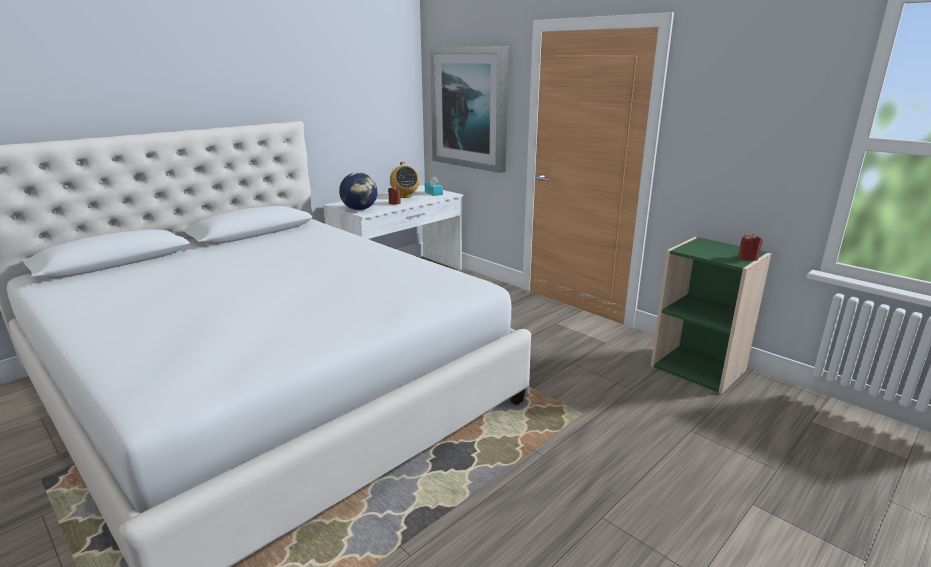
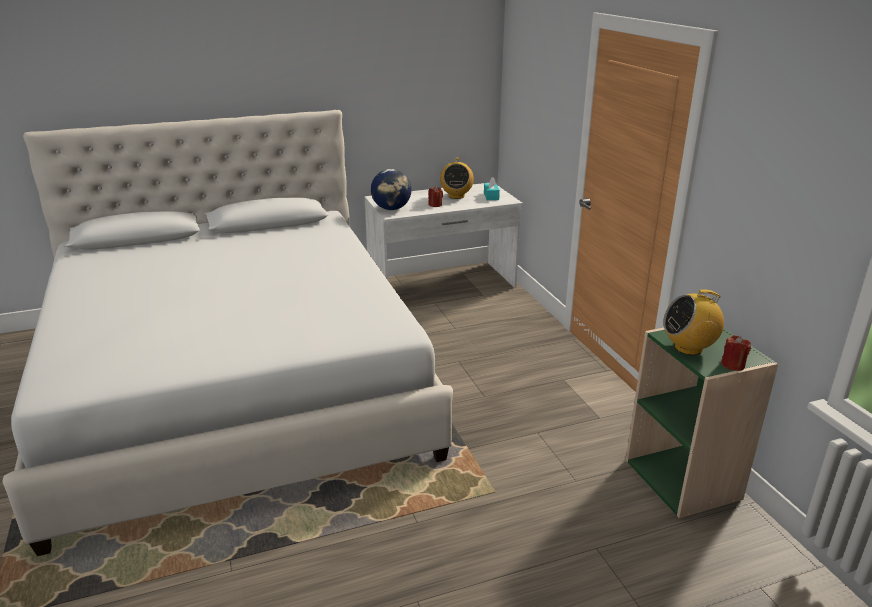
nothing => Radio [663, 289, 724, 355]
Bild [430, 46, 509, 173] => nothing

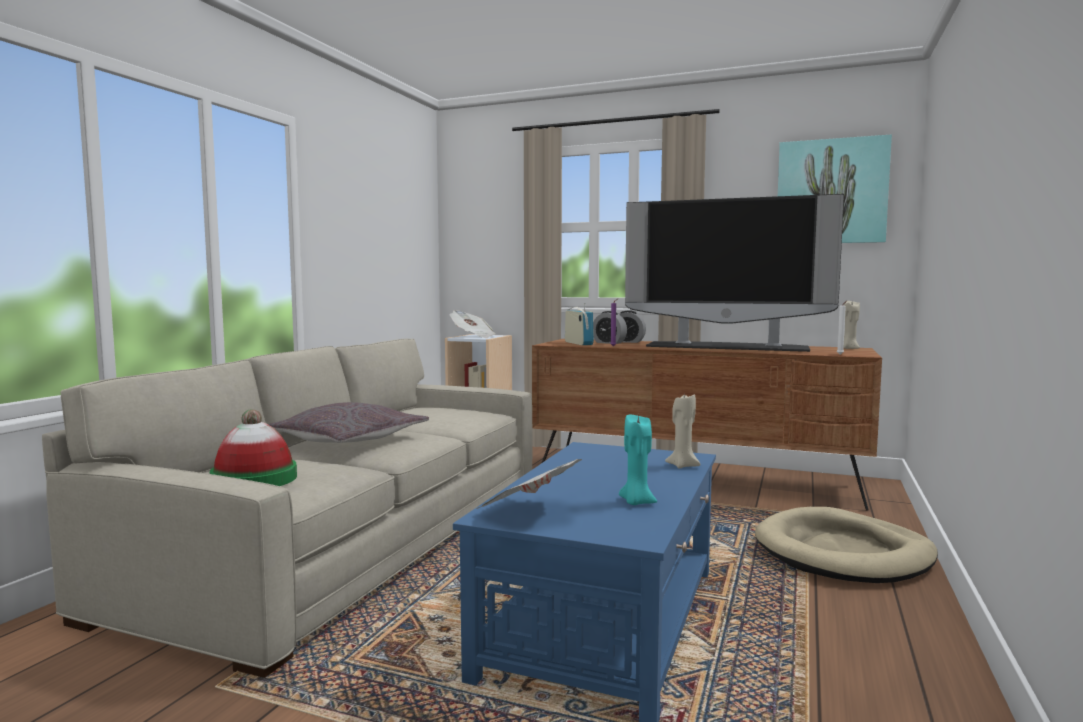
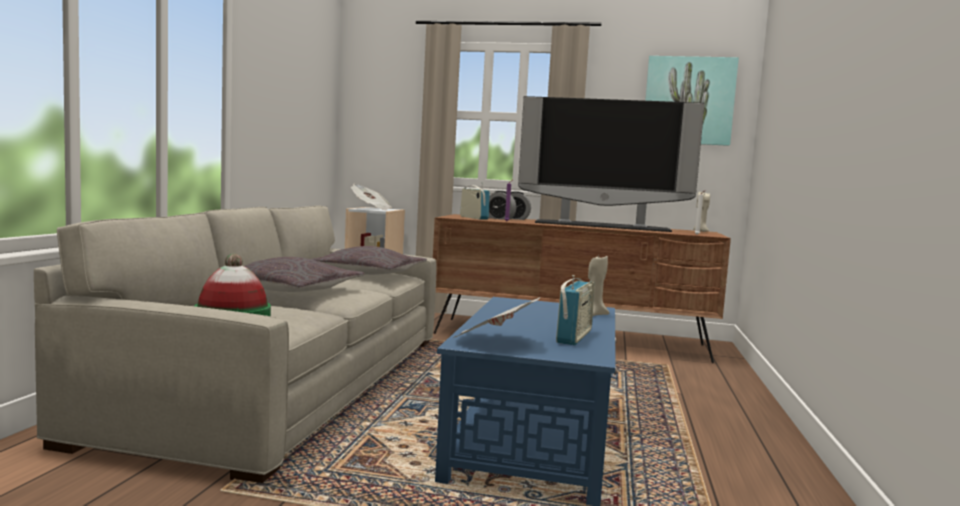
nothing => Kissen (grau) [311, 246, 427, 275]
Kerze (türkis) [619, 414, 657, 505] => Radio [556, 275, 595, 345]
Hundebett (beige) [755, 507, 938, 583] => nothing

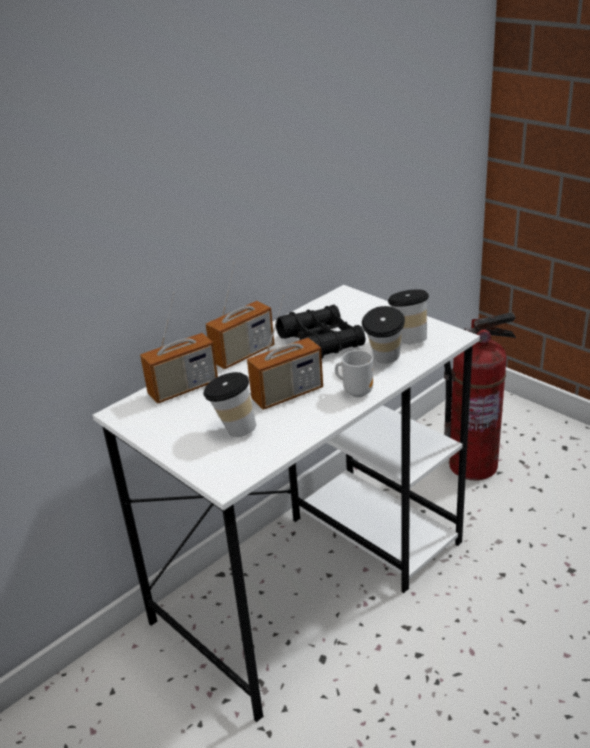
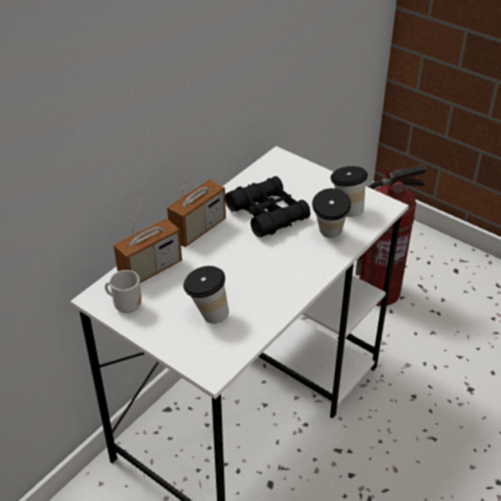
Henkelbecher [335, 350, 373, 397] => Henkelbecher [105, 270, 142, 313], shifted
Radio [247, 295, 323, 410] => nothing

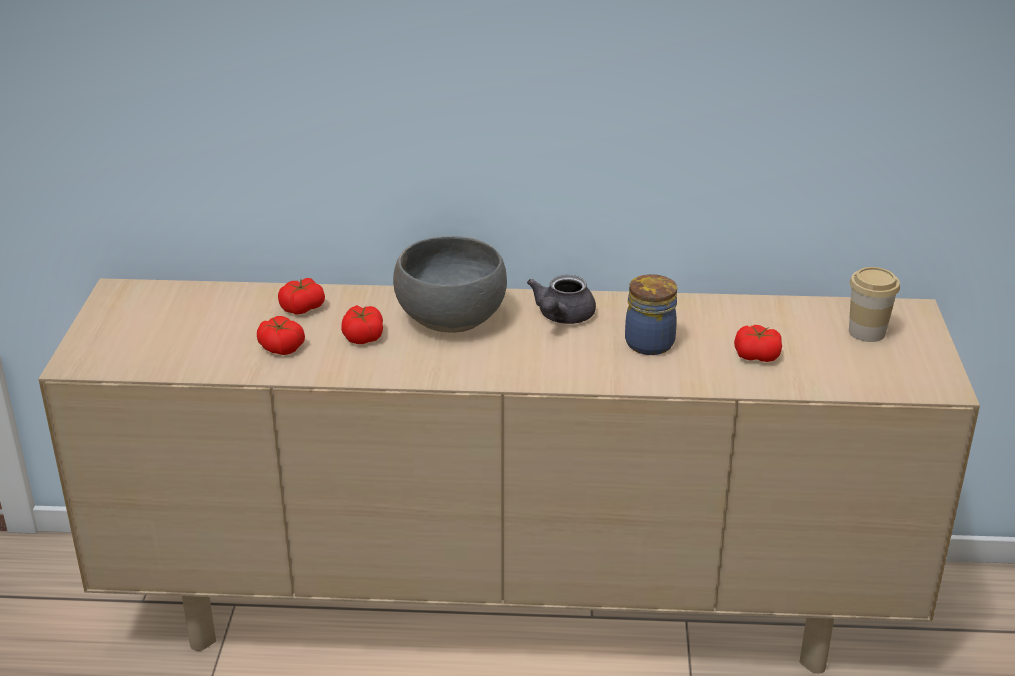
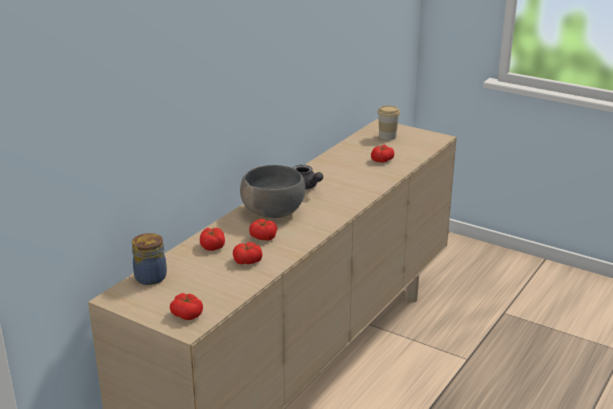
Vorratsglas [625, 274, 677, 355] => Vorratsglas [132, 233, 167, 285], shifted
nothing => Tomate [170, 293, 203, 320]

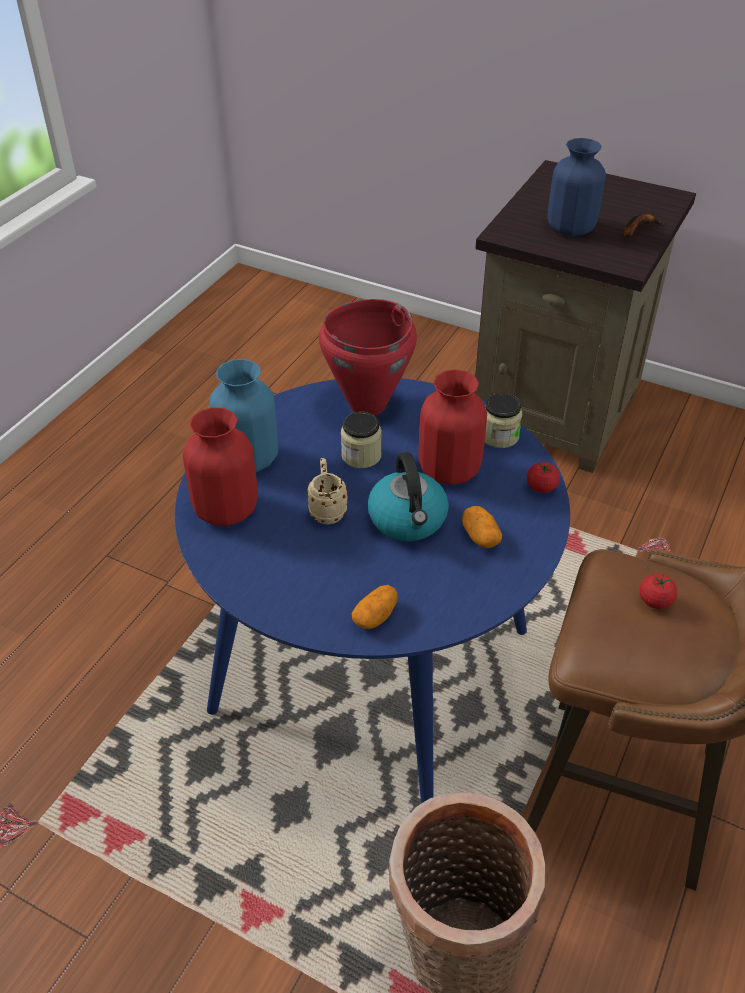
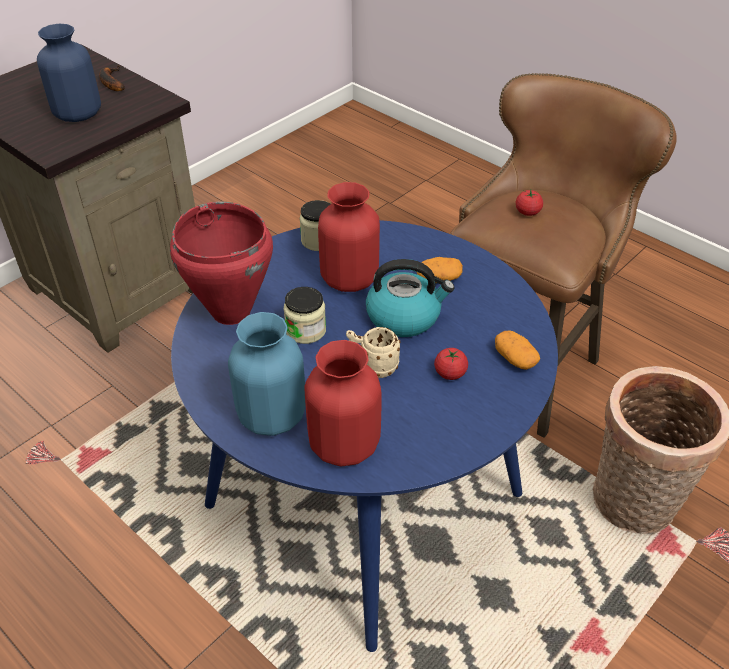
Tomate [527, 462, 560, 493] => Tomate [434, 348, 468, 380], shifted

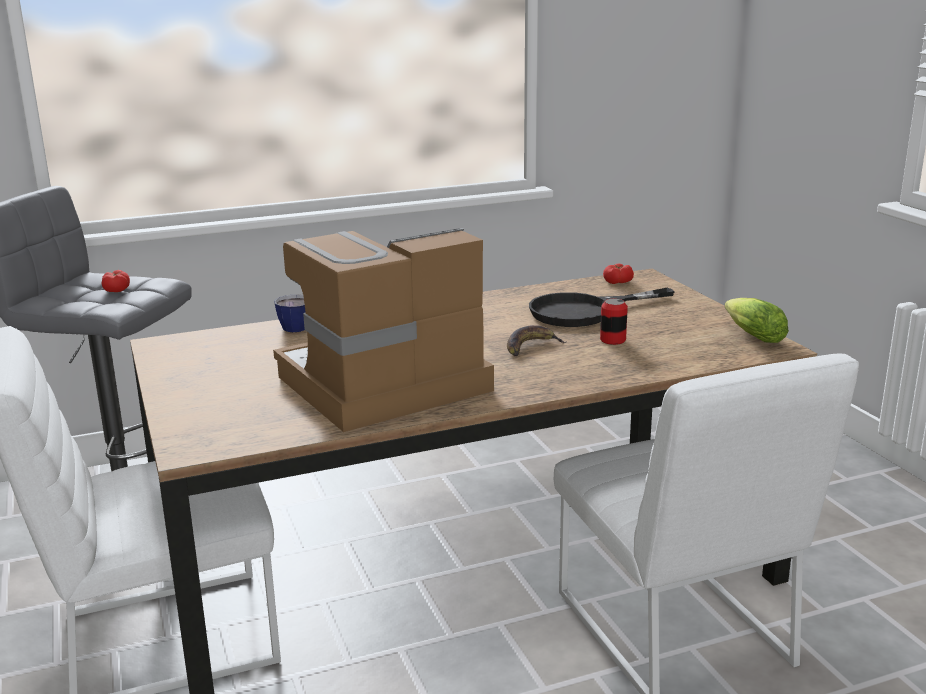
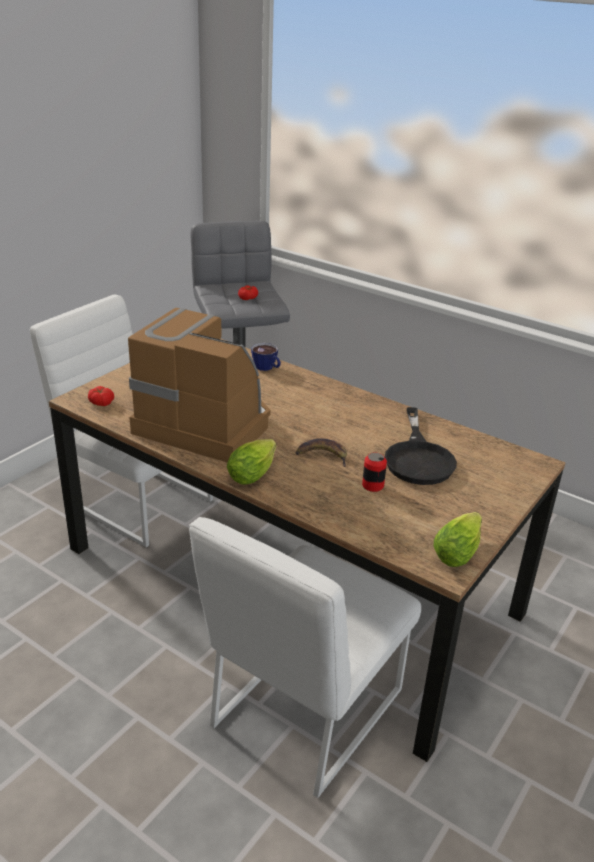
Tomate [603, 263, 634, 284] => Tomate [88, 386, 114, 406], shifted
nothing => Salatkopf [227, 439, 276, 485]
Pfanne (schwarz) [529, 288, 675, 327] => Pfanne (schwarz) [385, 407, 457, 485], 120 degrees counterclockwise

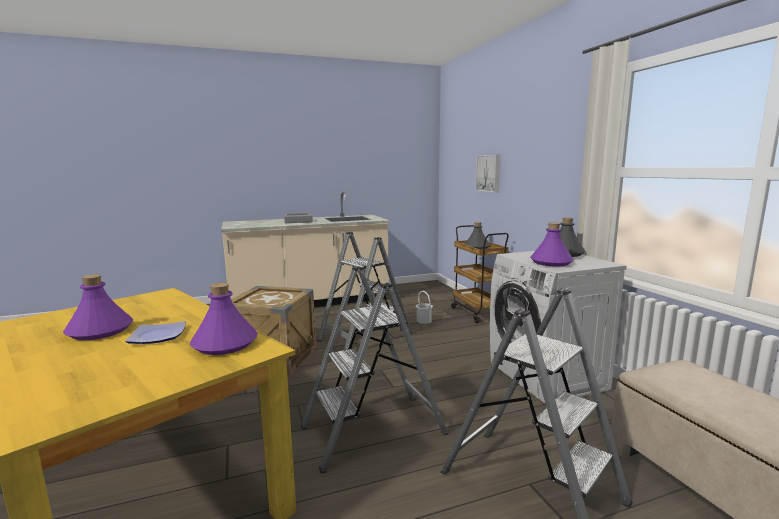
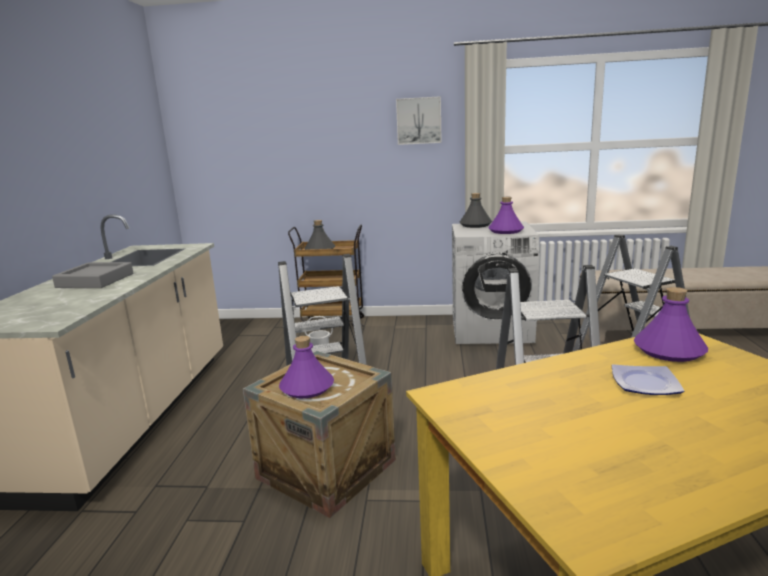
Flasche (lila) [63, 275, 133, 340] => Flasche (lila) [279, 336, 334, 398], shifted
Bild [476, 155, 500, 192] => Bild [396, 96, 442, 145], shifted

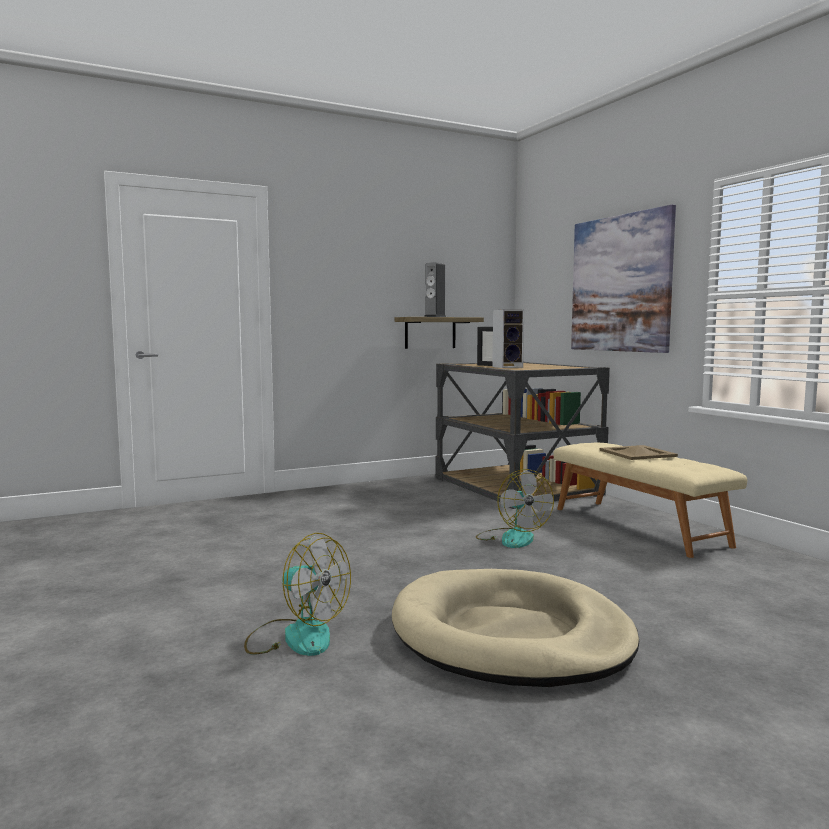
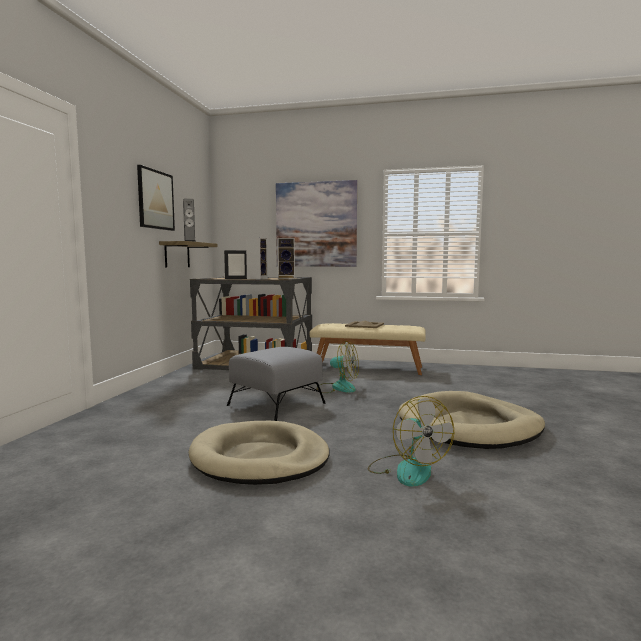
nothing => Bild [137, 165, 175, 231]
nothing => Hundebett (beige) [189, 421, 330, 485]
nothing => Polsterhocker (grau) [227, 347, 326, 421]
nothing => Lautsprecher [277, 238, 295, 279]
Ventilator [244, 533, 351, 656] => Ventilator [368, 396, 454, 487], 90 degrees clockwise

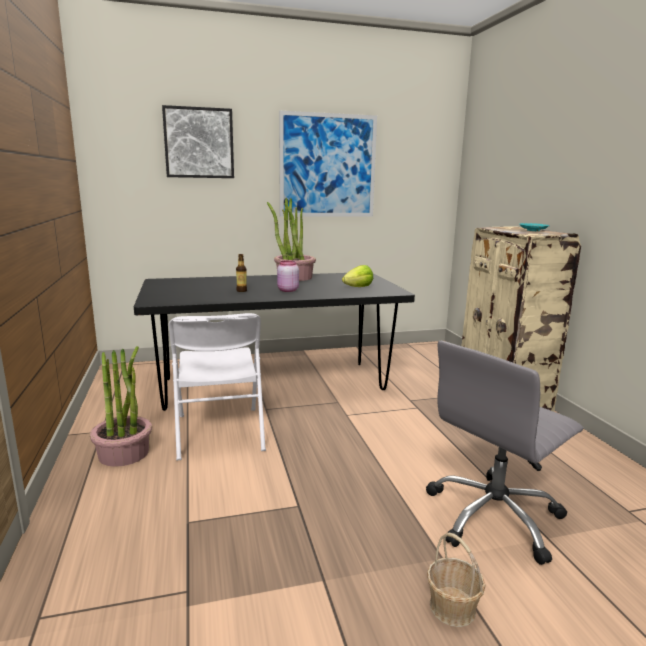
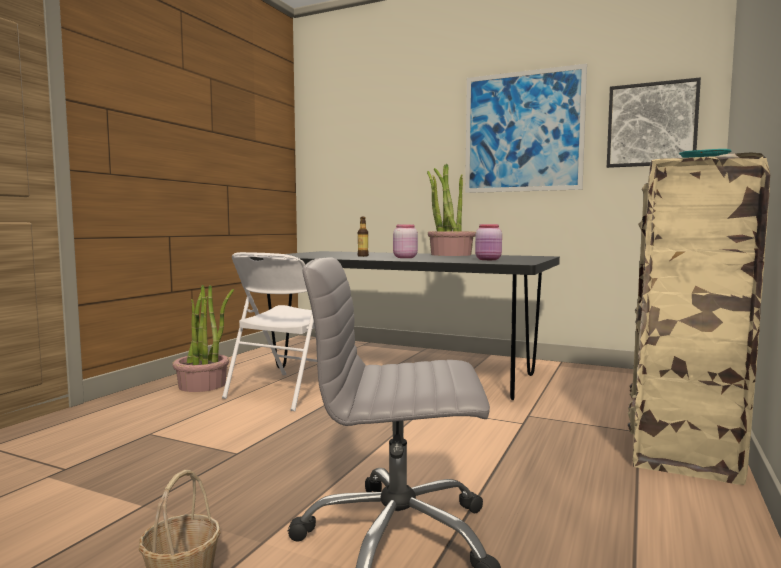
Salatkopf [342, 265, 373, 287] => Vorratsglas (rosa) [475, 224, 502, 260]
Bild [162, 105, 234, 178] => Bild [607, 77, 701, 168], shifted

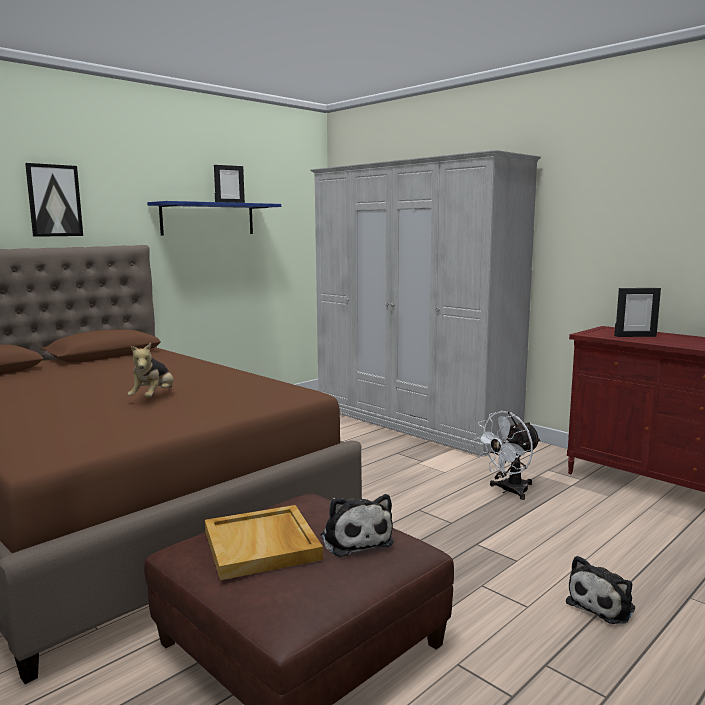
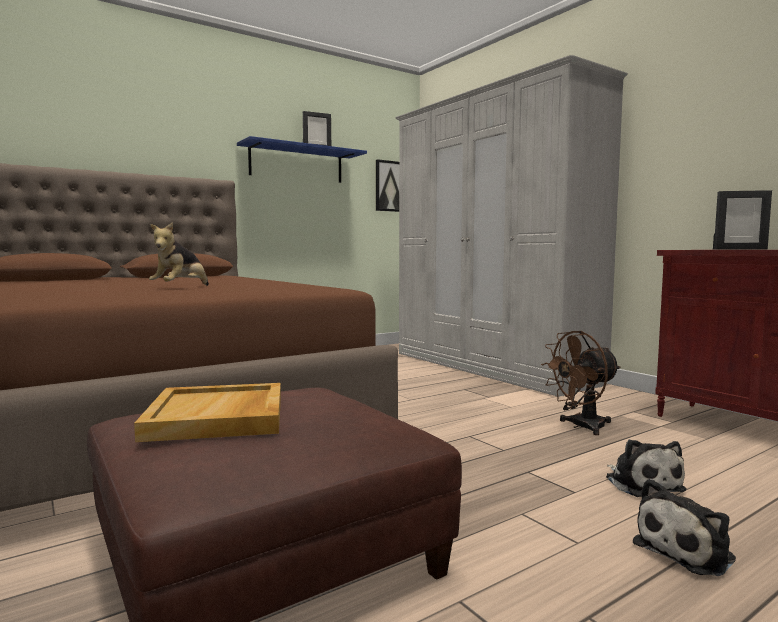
Bild [25, 163, 83, 237] => Bild [376, 159, 399, 212], shifted
Ventilator (weiß) [474, 411, 541, 500] => Ventilator (braun) [541, 331, 621, 435]
Plüschtier [321, 494, 393, 557] => Plüschtier [606, 439, 687, 497], shifted

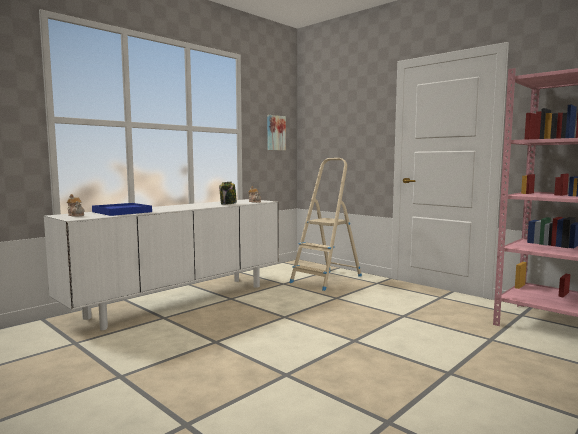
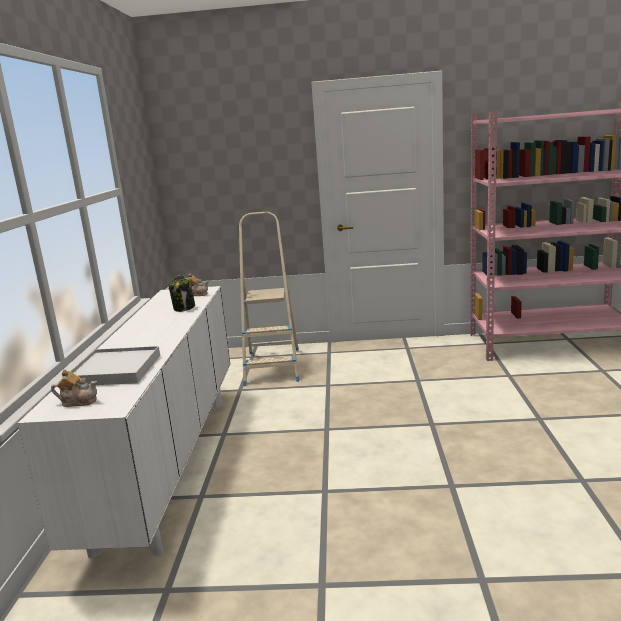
Tablett (blau) [92, 203, 152, 216] => Tablett (weiß) [71, 346, 160, 385]
Bild [267, 115, 286, 151] => nothing

